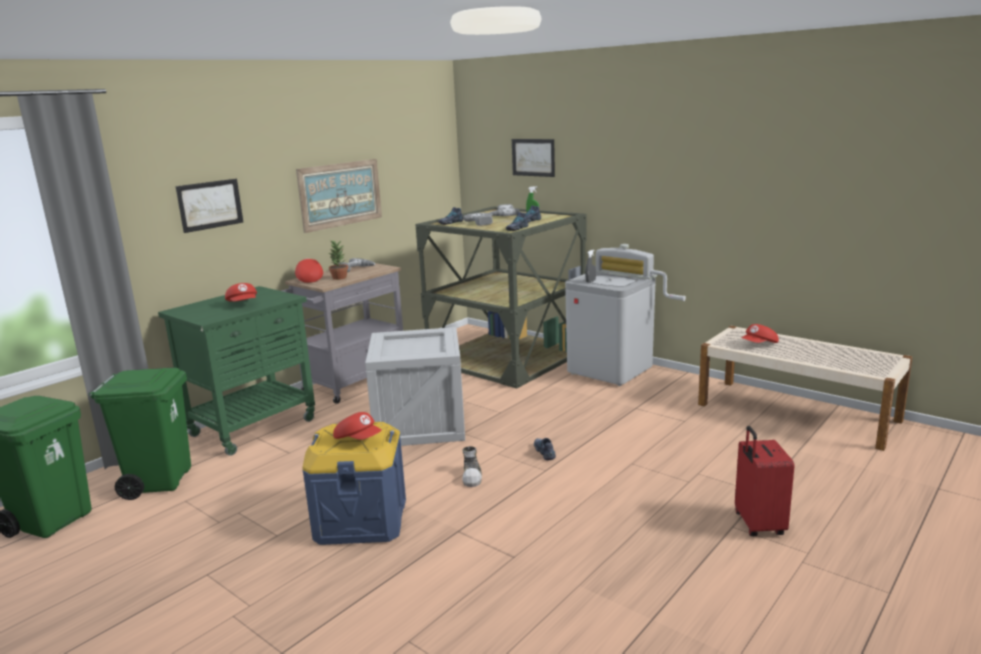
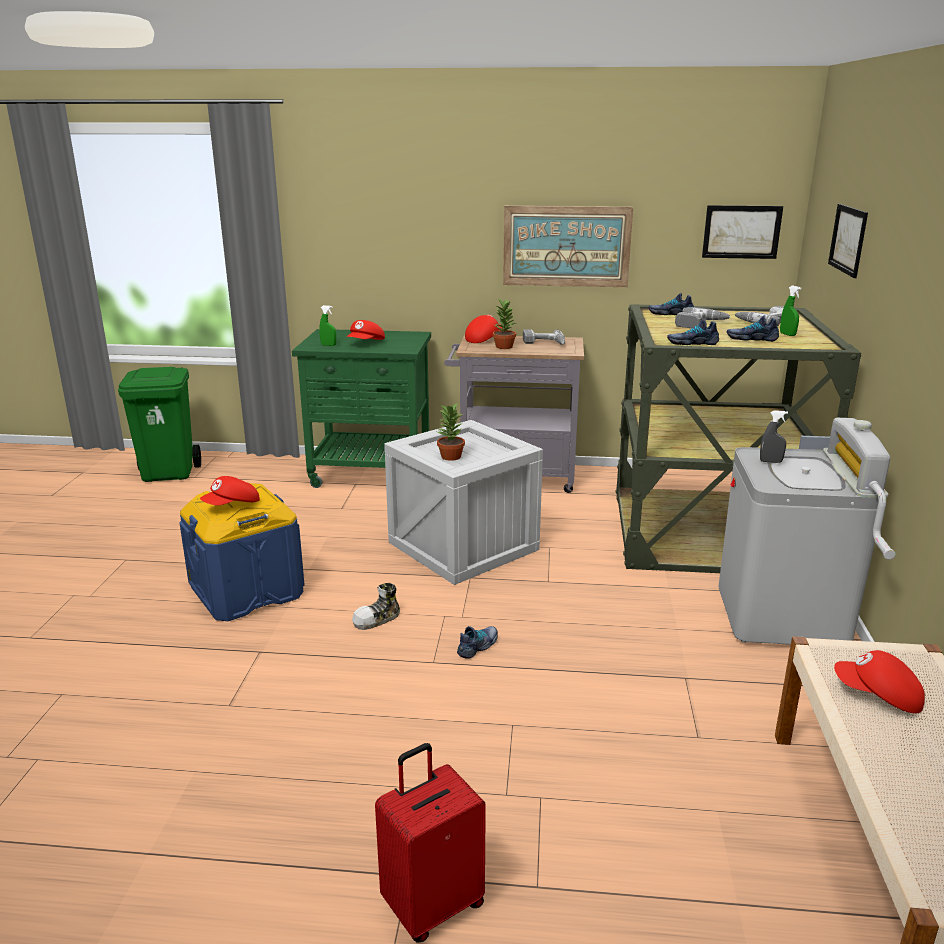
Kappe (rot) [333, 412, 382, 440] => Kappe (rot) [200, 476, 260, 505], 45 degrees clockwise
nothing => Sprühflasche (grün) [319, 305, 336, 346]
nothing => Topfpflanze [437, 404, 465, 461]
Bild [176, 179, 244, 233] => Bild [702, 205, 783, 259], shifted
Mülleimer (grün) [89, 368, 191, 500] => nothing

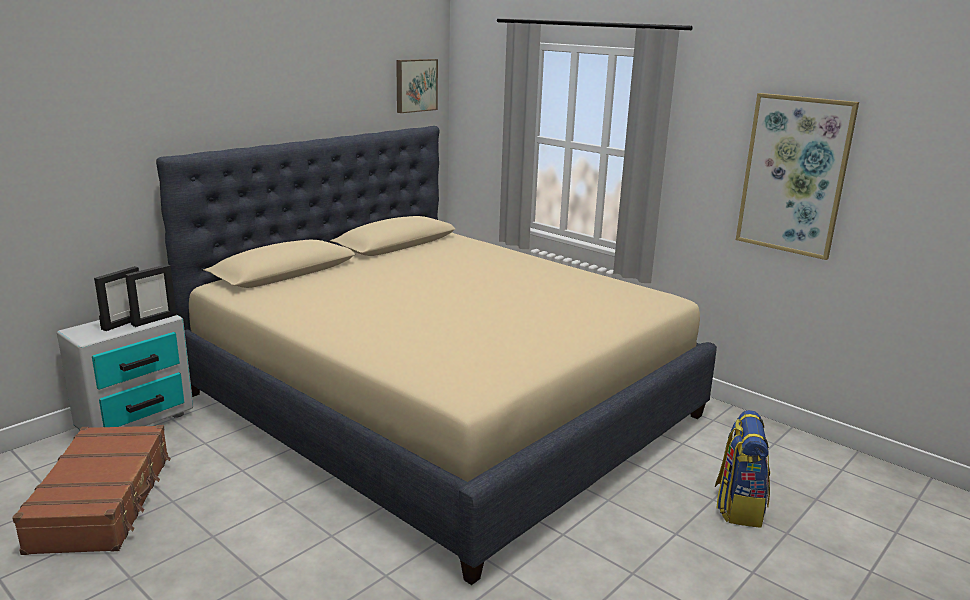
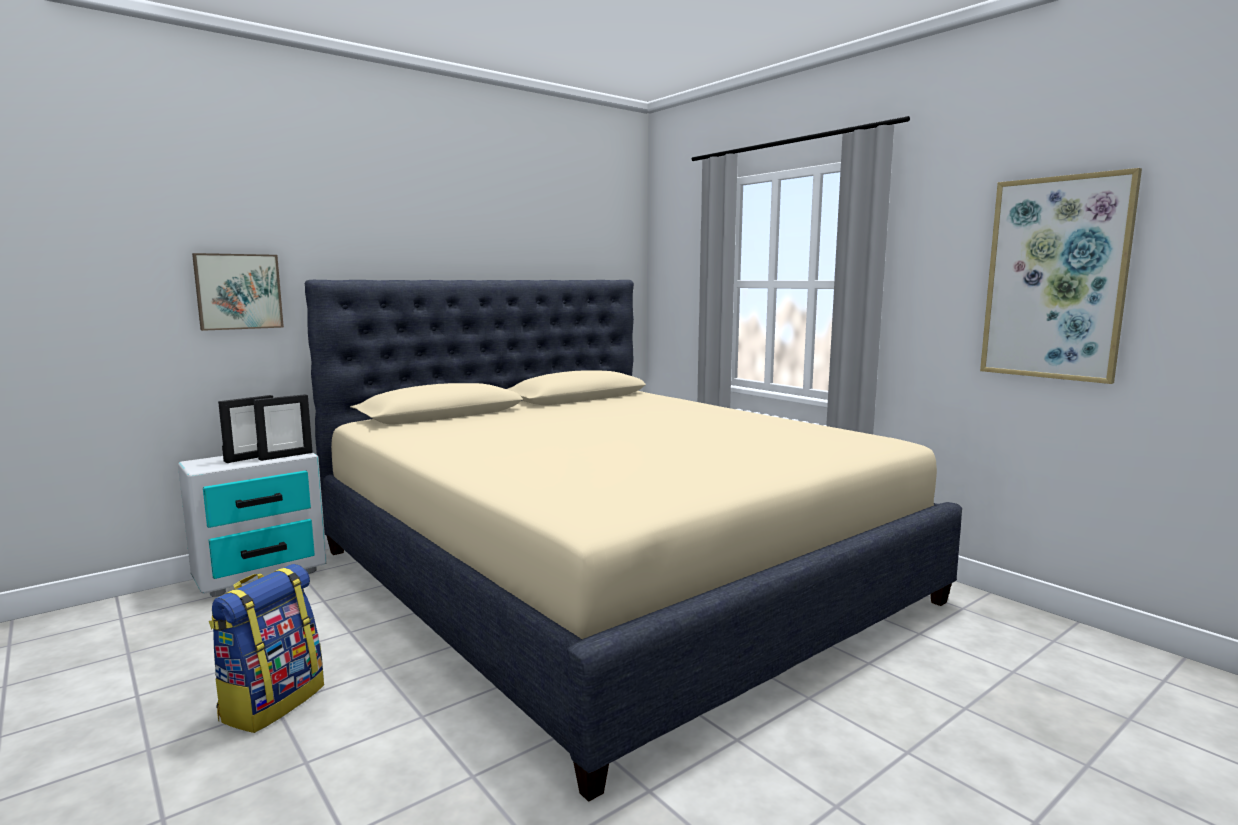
Bild [396, 59, 438, 113] => Bild [192, 253, 284, 331], shifted
Rucksack [715, 410, 770, 528] => Rucksack [209, 564, 324, 733], shifted
Koffer (braun) [12, 425, 171, 555] => nothing

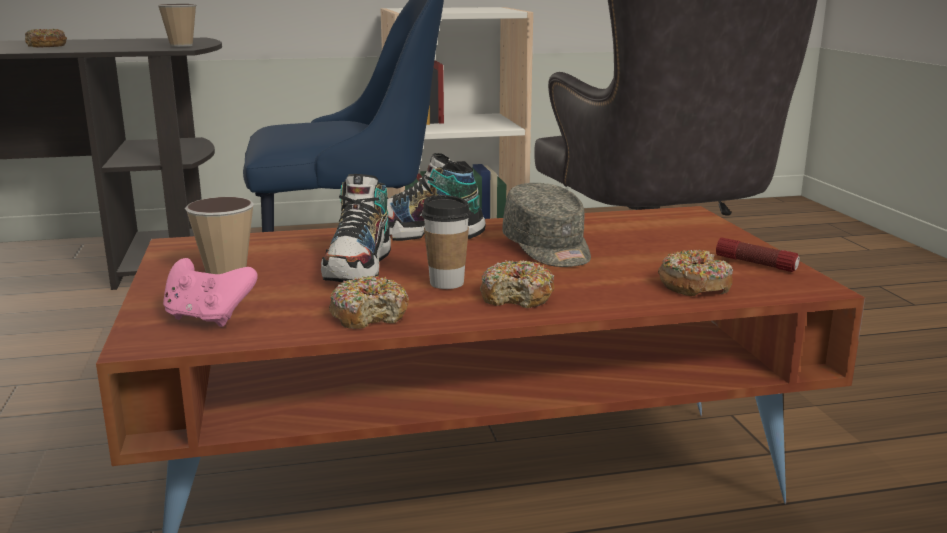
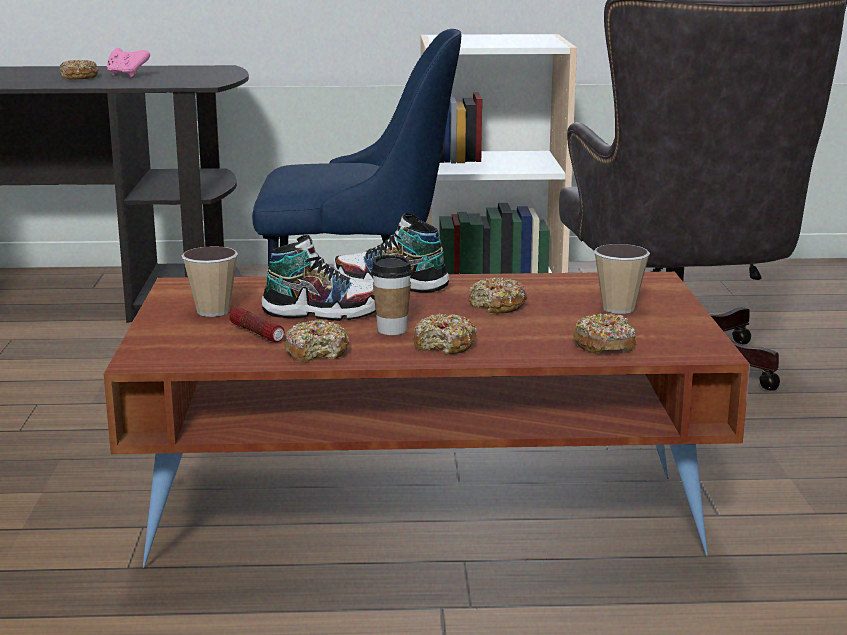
Gamepad (rosa) [163, 258, 258, 327] => Gamepad (rosa) [107, 48, 150, 77], shifted
Taschenlampe [716, 237, 800, 272] => Taschenlampe [229, 307, 284, 342], shifted
Schuh [321, 174, 391, 282] => Schuh [261, 235, 376, 321], 105 degrees counterclockwise
Kappe (grau) [502, 183, 591, 267] => Donut [469, 277, 527, 314]
Tasse [158, 4, 196, 47] => Tasse [594, 244, 650, 314], shifted

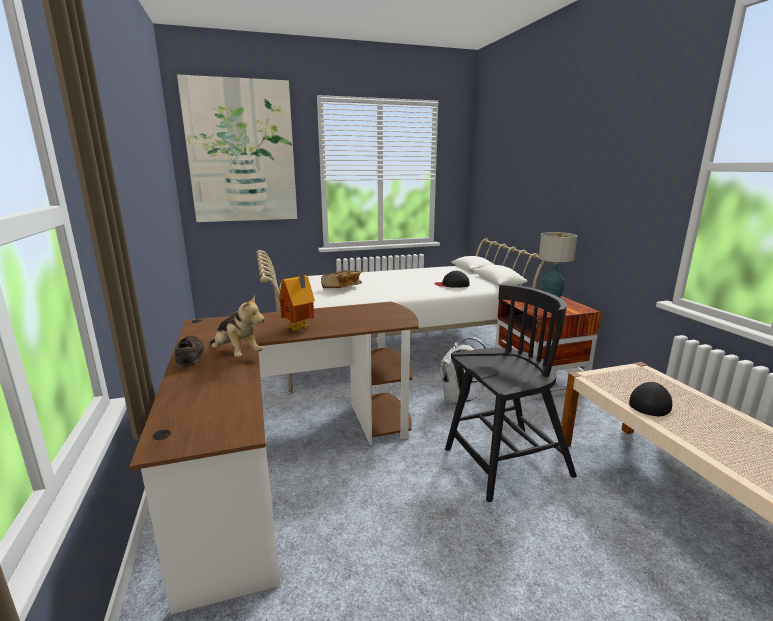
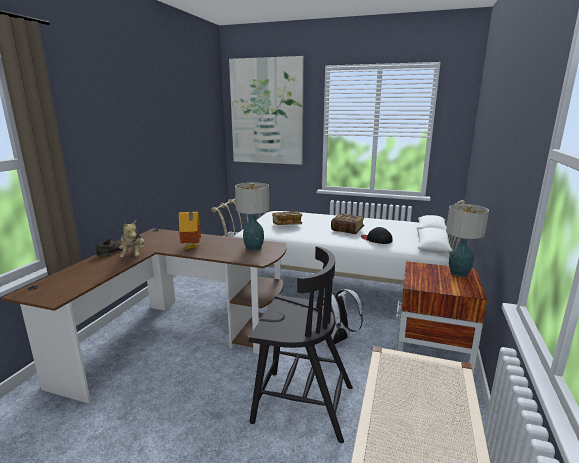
nothing => Tischlampe [235, 183, 269, 251]
nothing => Buch [331, 213, 364, 234]
Kappe (schwarz) [629, 382, 672, 416] => nothing

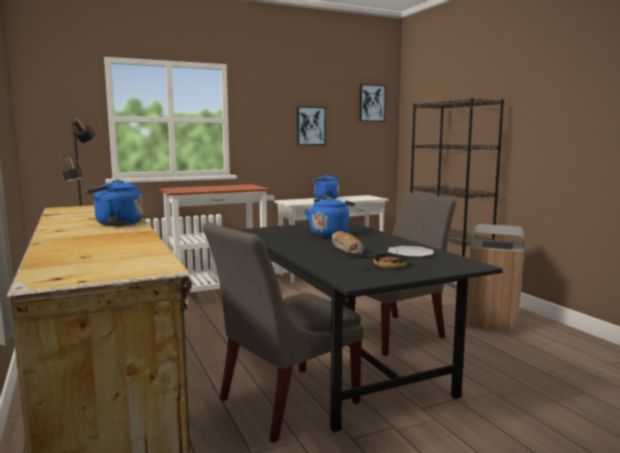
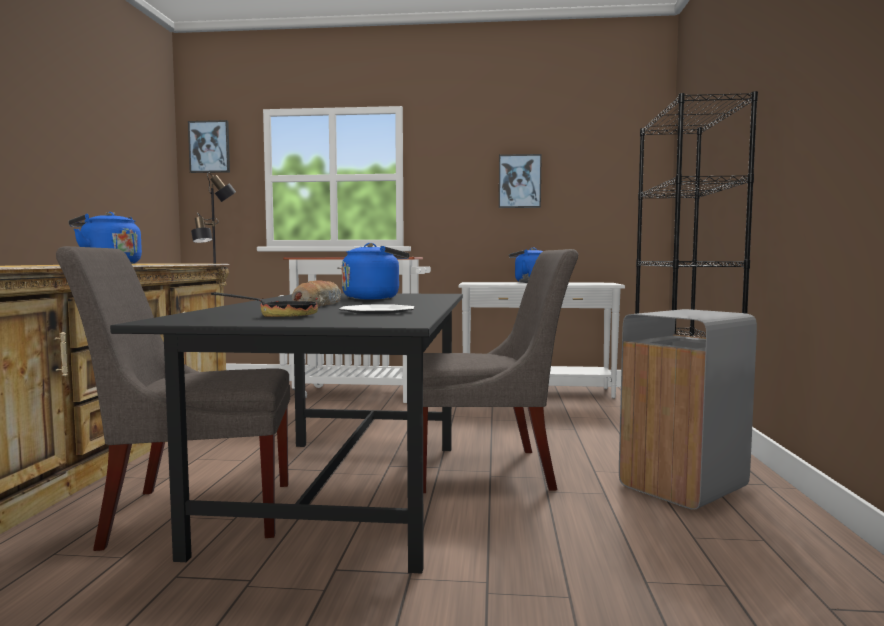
Bild [359, 84, 386, 122] => Bild [188, 120, 230, 173], shifted

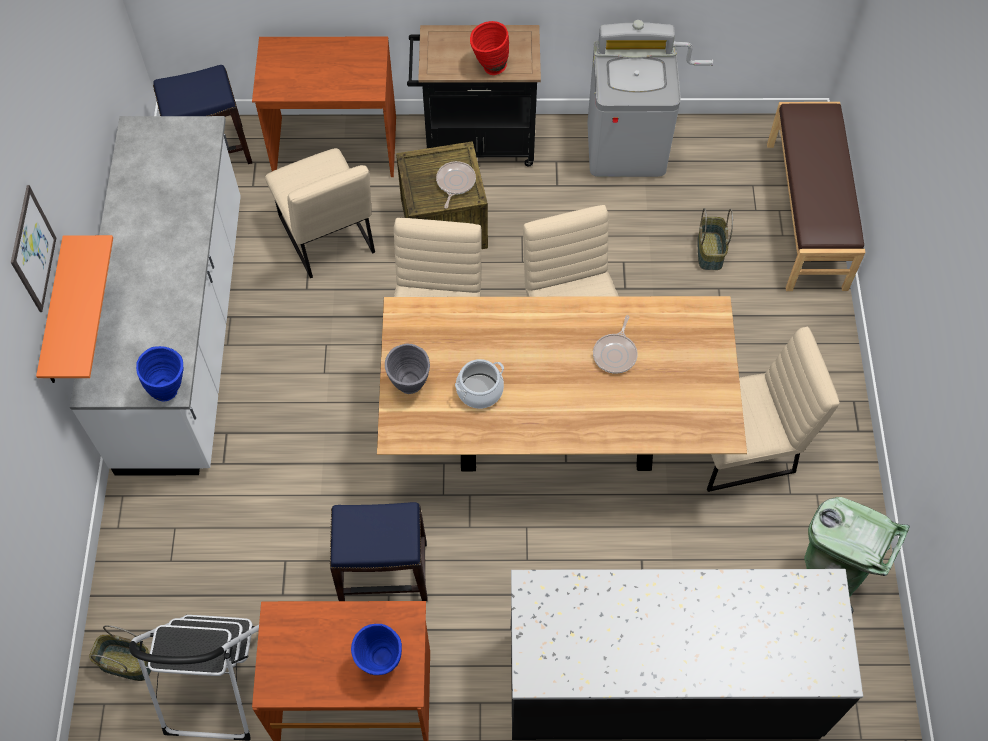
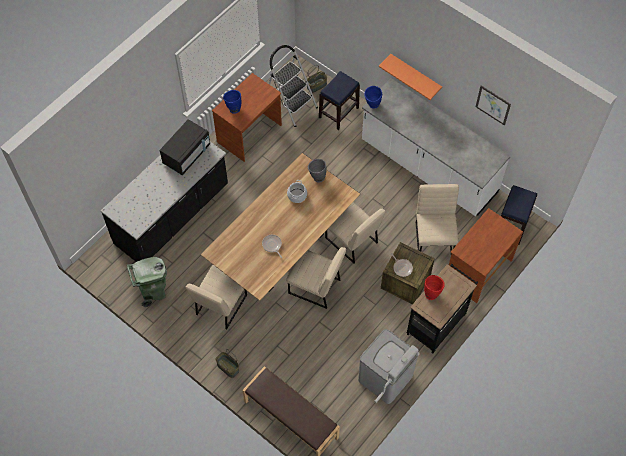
nothing => Mikrowelle (schwarz) [160, 119, 210, 175]
Korb [697, 208, 733, 270] => Korb [215, 349, 239, 378], shifted
Hocker [330, 502, 427, 601] => Hocker [319, 71, 360, 130], shifted
Stuhl (beige) [265, 148, 375, 278] => Stuhl (beige) [416, 184, 459, 254], 75 degrees clockwise
Bild [11, 185, 56, 312] => Bild [476, 85, 511, 126], shifted

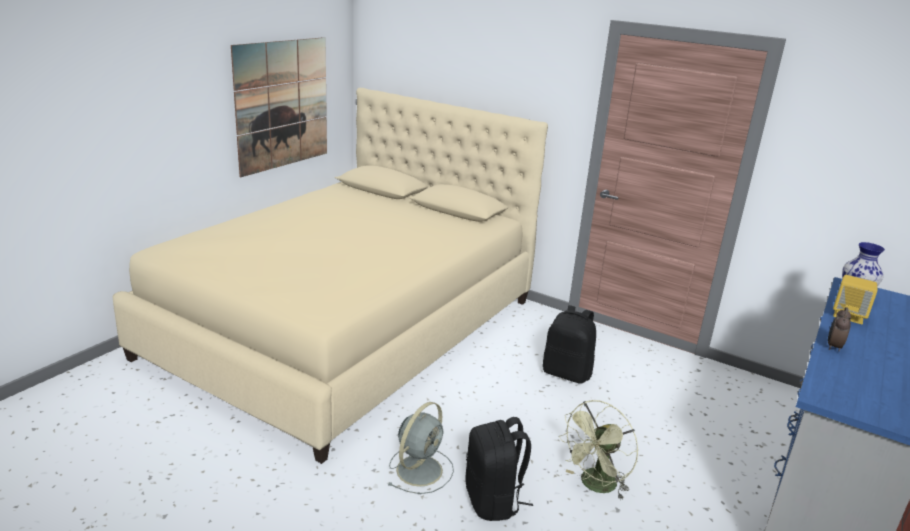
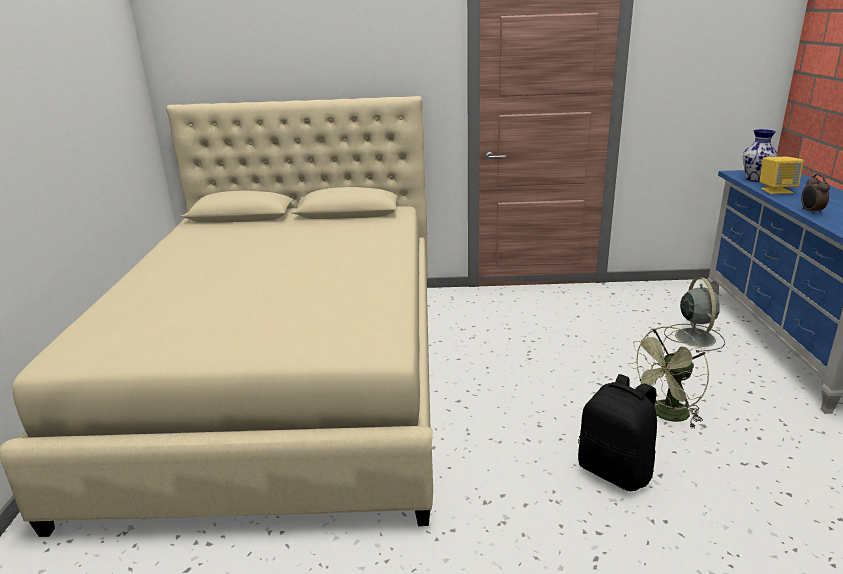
Ventilator (grün) [559, 400, 638, 500] => Ventilator (grün) [628, 326, 709, 429], 45 degrees clockwise
Ventilator (grau) [387, 402, 454, 494] => Ventilator (grau) [664, 277, 725, 353], shifted
Bild [231, 37, 327, 177] => nothing
Rucksack (schwarz) [543, 305, 596, 384] => nothing

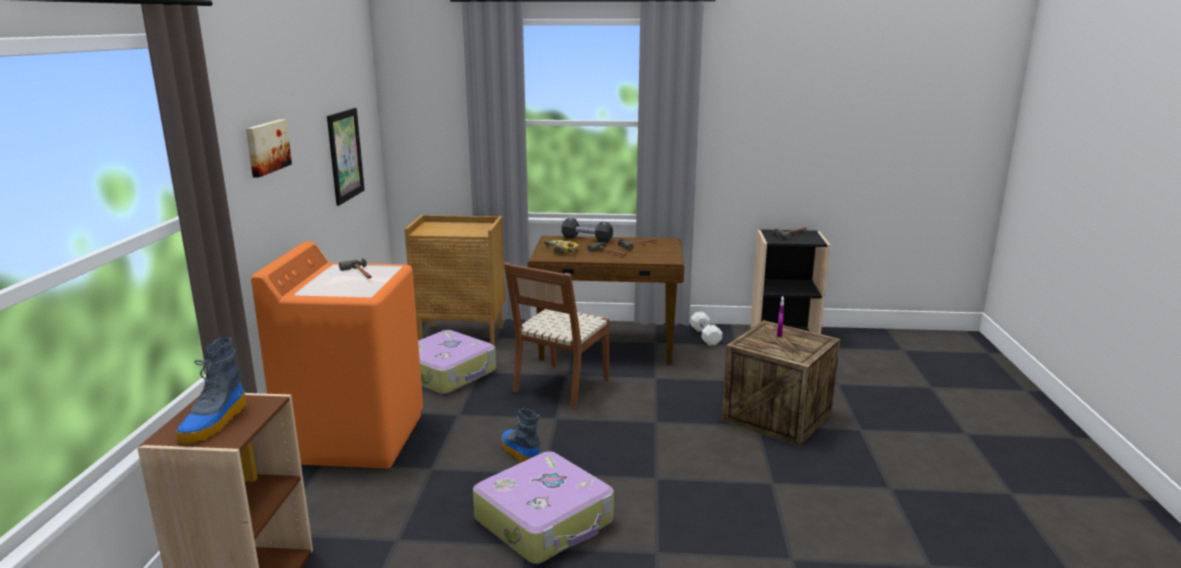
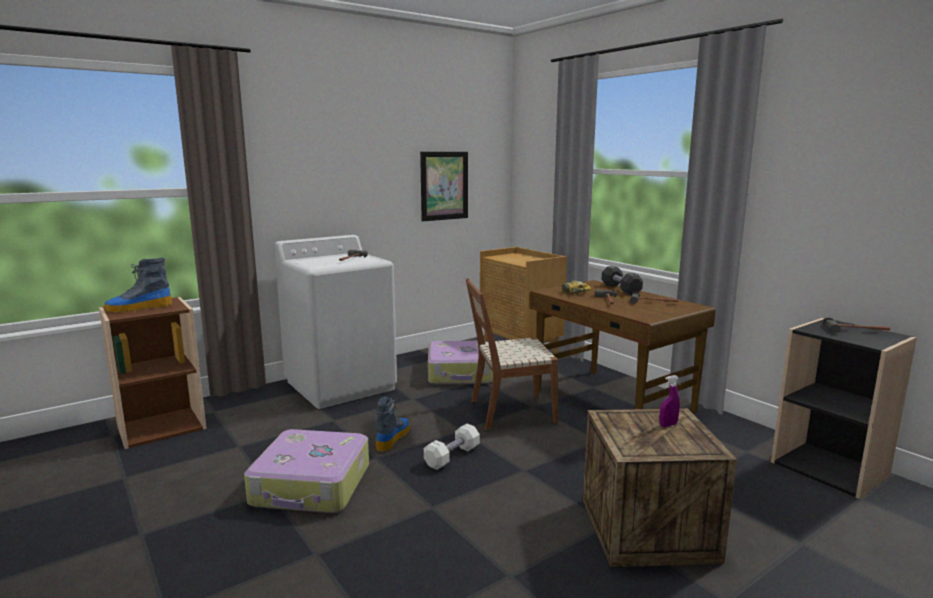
Waschmaschine (orange) [251, 242, 423, 468] => Waschmaschine (weiß) [274, 235, 397, 409]
Hantel (weiß) [690, 312, 722, 345] => Hantel (weiß) [424, 424, 480, 470], shifted
Bild [246, 119, 292, 177] => nothing

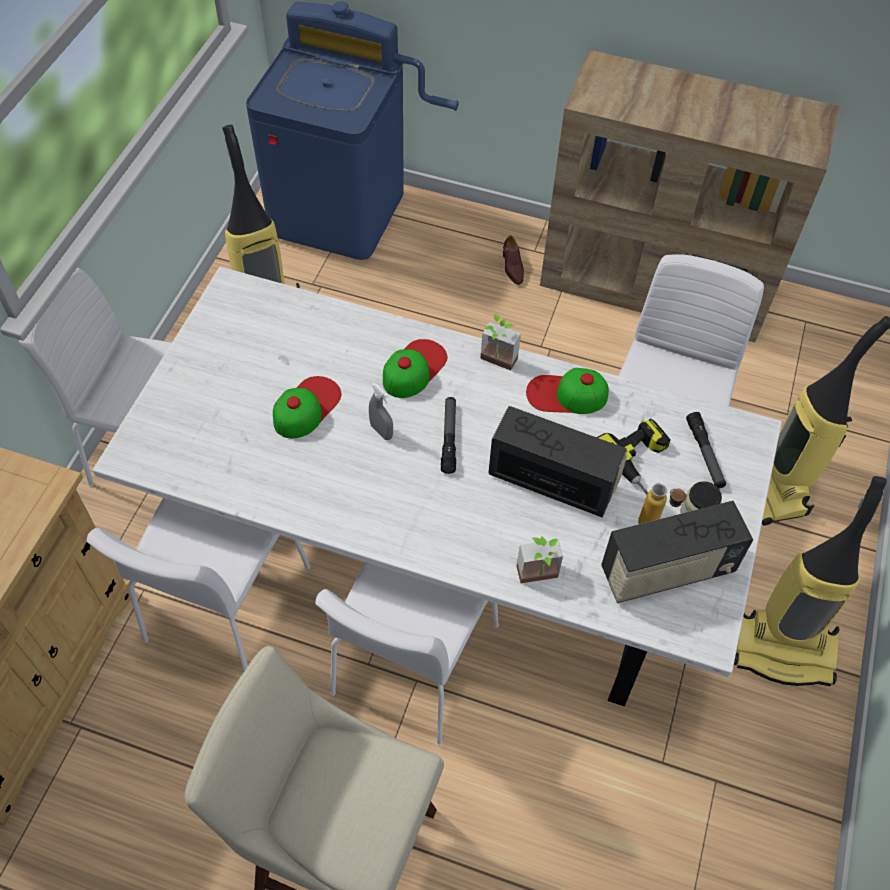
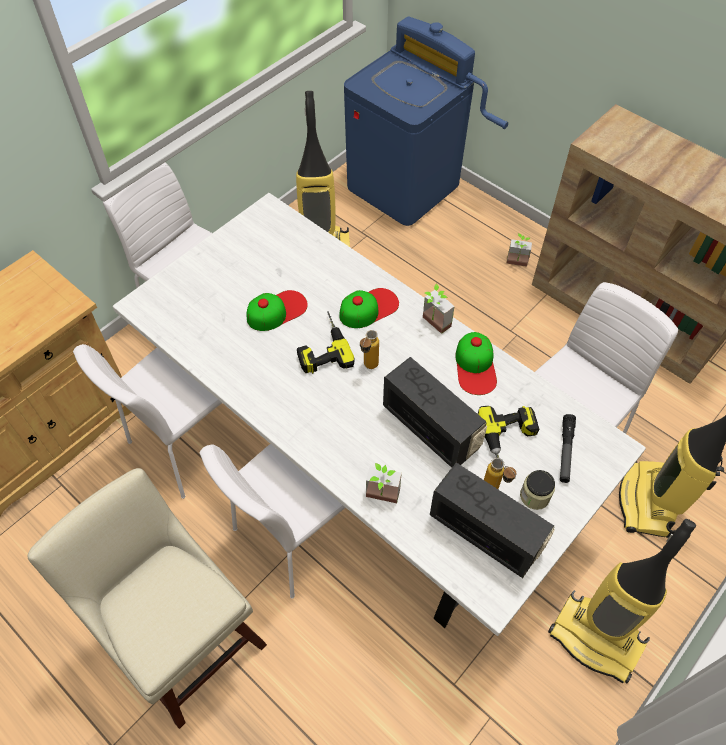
Sprühflasche (grau) [369, 383, 393, 440] => Bohrmaschine [297, 311, 355, 374]
Taschenlampe [441, 397, 456, 474] => Flasche [360, 330, 379, 369]
Radio [601, 501, 753, 603] => Radio [430, 463, 555, 578], 150 degrees counterclockwise
Kappe [526, 368, 609, 414] => Kappe [455, 332, 497, 395], 120 degrees counterclockwise
Schuh (braun) [503, 236, 524, 285] => Topfpflanze [507, 233, 532, 267]

